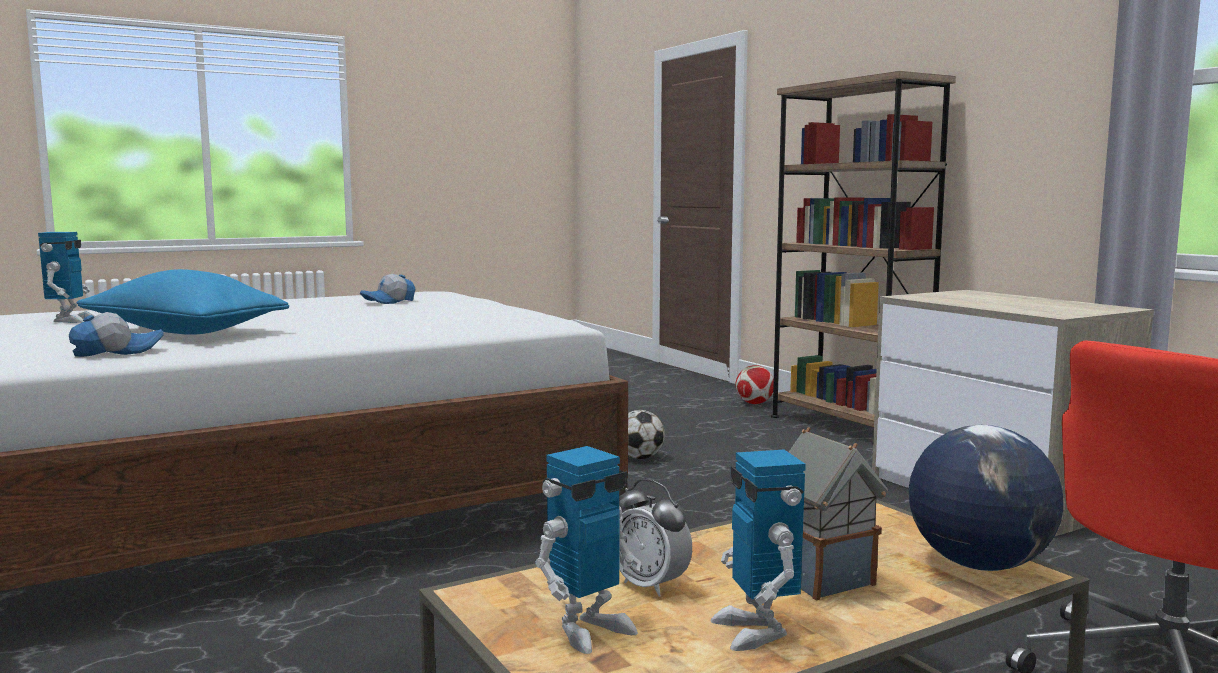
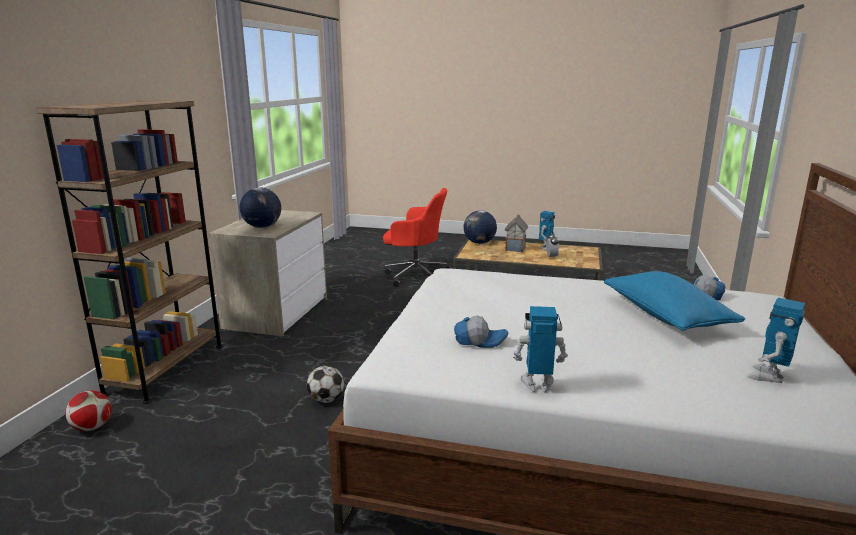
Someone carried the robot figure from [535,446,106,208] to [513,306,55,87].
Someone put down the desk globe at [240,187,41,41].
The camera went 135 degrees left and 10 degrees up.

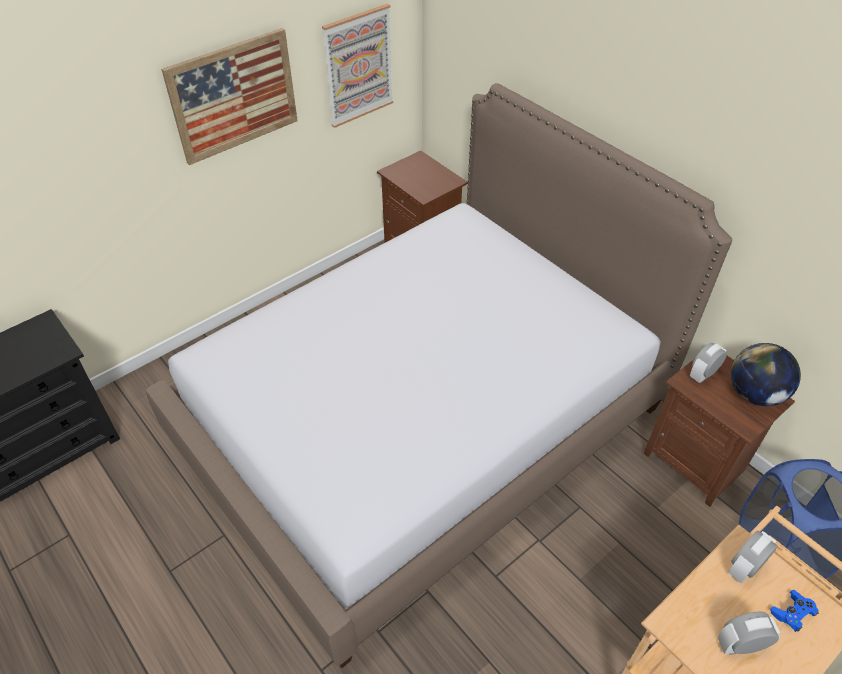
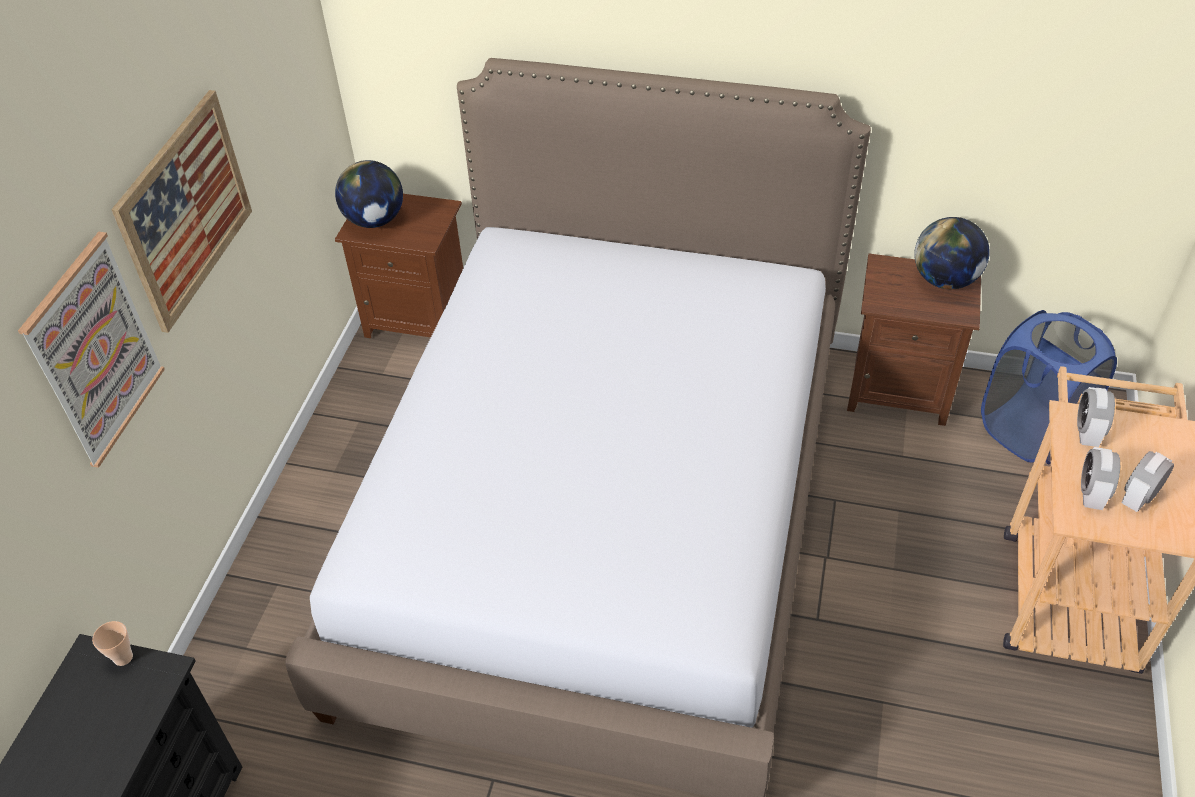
Someone carried the picture from [322,4,71,124] to [18,232,147,236].
Someone carried the bedside clock from [690,343,37,40] to [1081,447,39,63].
Someone took away the joypad (blue-coloured) at [770,590,49,42].
Someone put down the cup at [92,621,41,45].
Someone put down the desk globe at [335,160,68,68].
The camera went 35 degrees left and 0 degrees up.

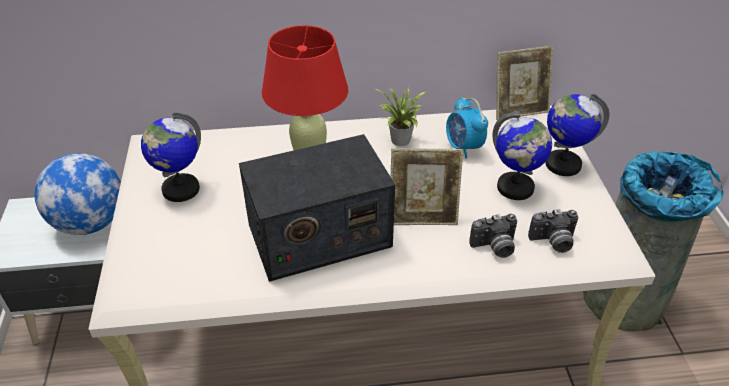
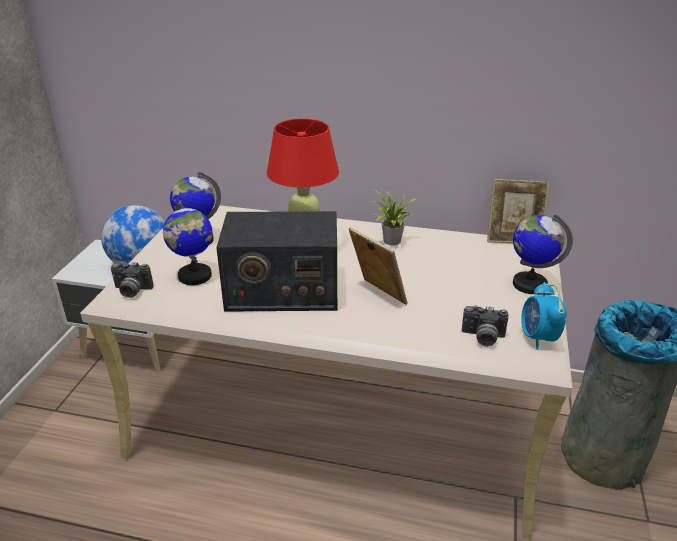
Someone rotated the standing frame at [391,148,72,77] by 150 degrees counterclockwise.
Someone carried the bedside clock from [446,97,42,62] to [521,282,46,68].
Someone carried the still camera from [469,214,48,44] to [111,262,43,36].
Someone carried the desk globe from [493,111,59,89] to [163,200,49,85].
The camera went 20 degrees right and 10 degrees down.

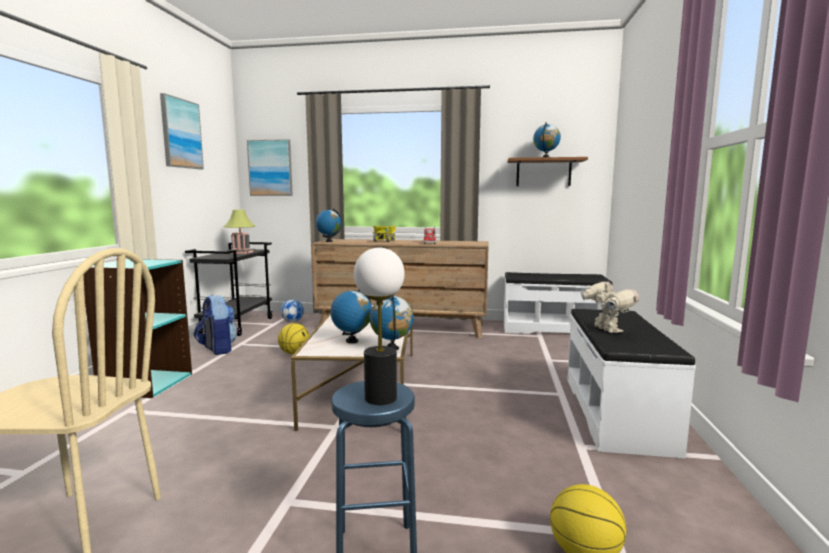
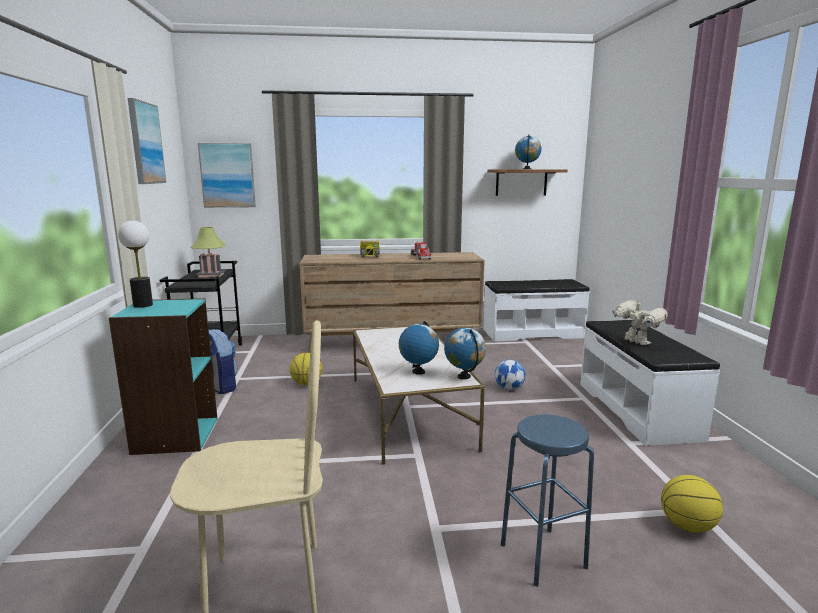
Someone carried the football from [281,300,23,22] to [495,359,31,31].
Someone took away the desk globe at [315,209,27,33].
Someone carried the tabletop lamp from [354,248,51,157] to [118,220,35,88].
The camera went 15 degrees left and 5 degrees up.

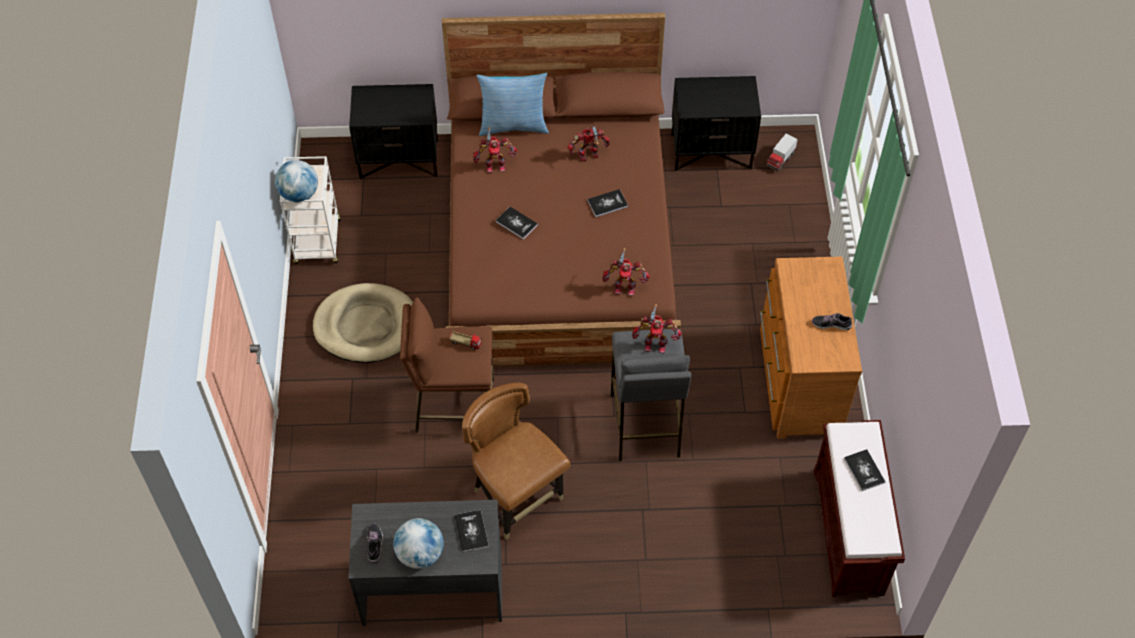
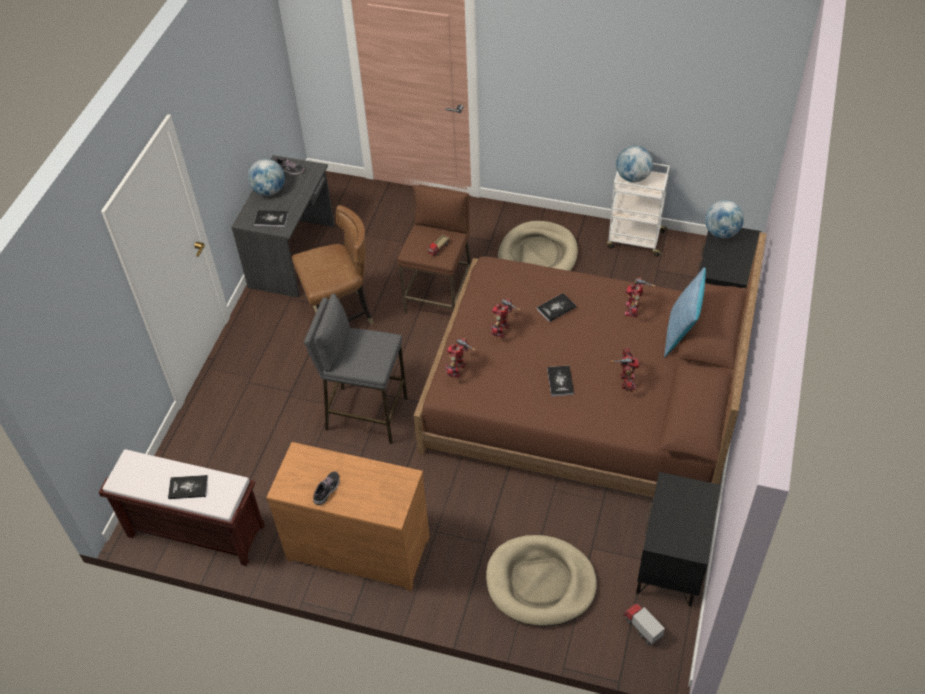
Someone carried the robot figure from [632,304,50,49] to [490,298,30,40].
Someone put down the dog cushion (sand-coloured) at [486,535,111,91].
Someone put down the desk globe at [705,200,39,38].
The camera went 110 degrees right and 5 degrees down.

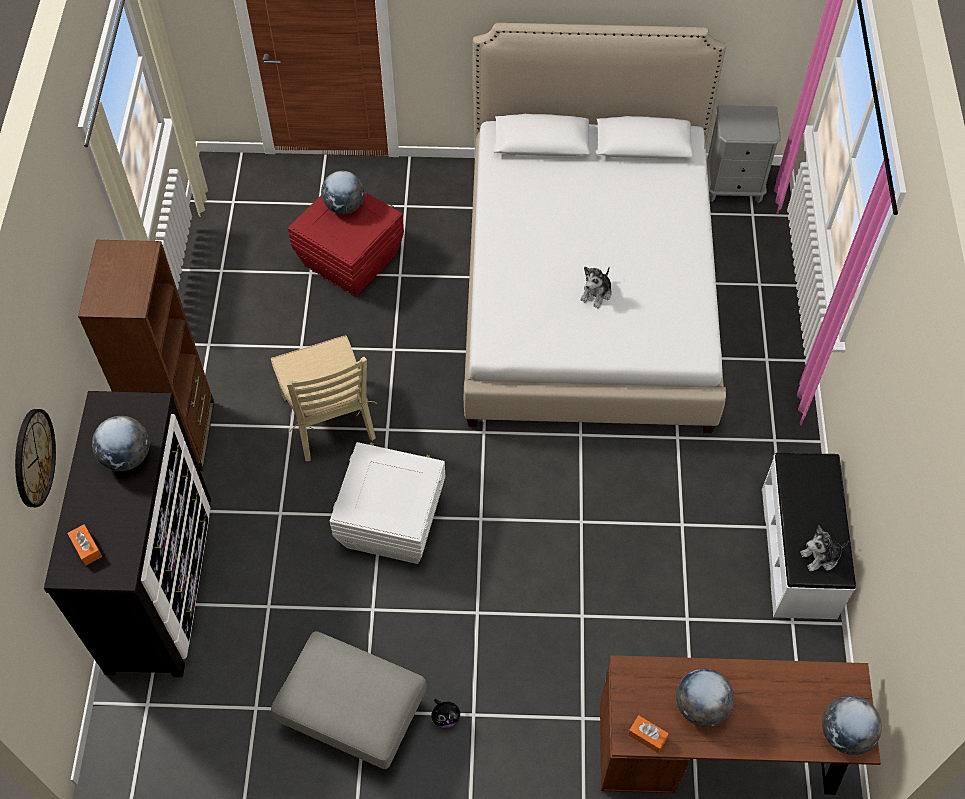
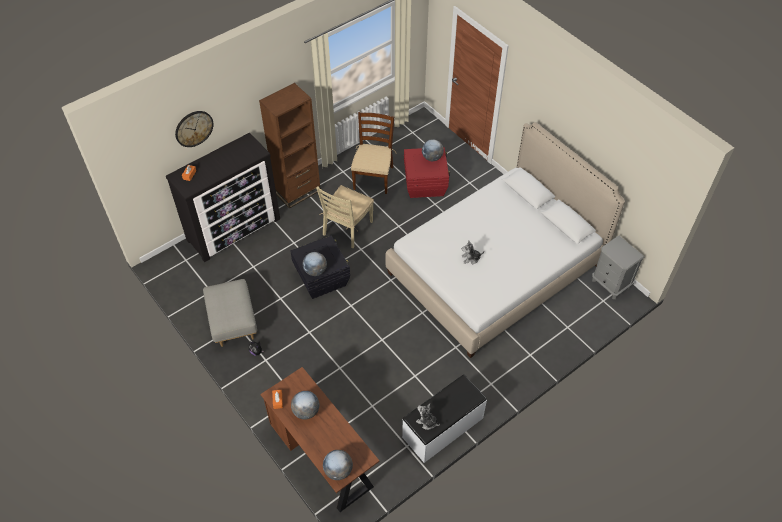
Someone carried the desk globe from [92,416,58,55] to [303,252,24,24].
Someone repainted the storage container (whitish) at [330,442,115,122], which became the storage container (blackish) at [290,235,60,64].
Someone put down the plain chair (brownish) at [351,112,46,82].
The camera went 50 degrees right and 5 degrees down.

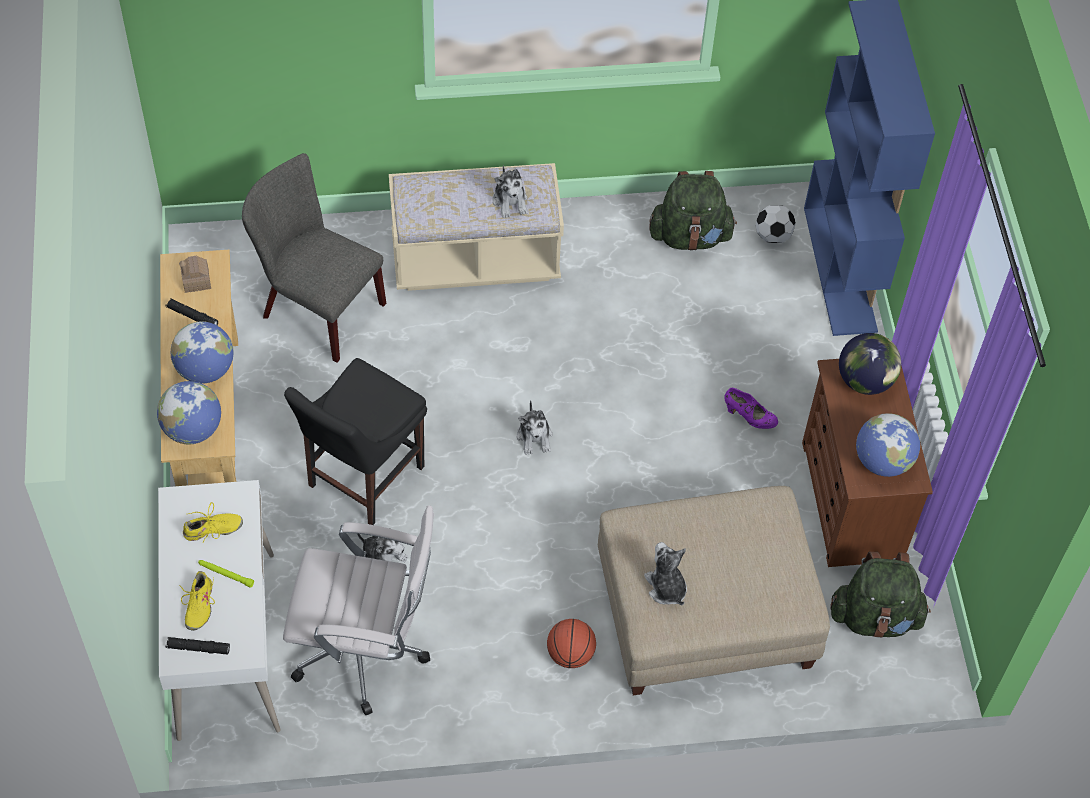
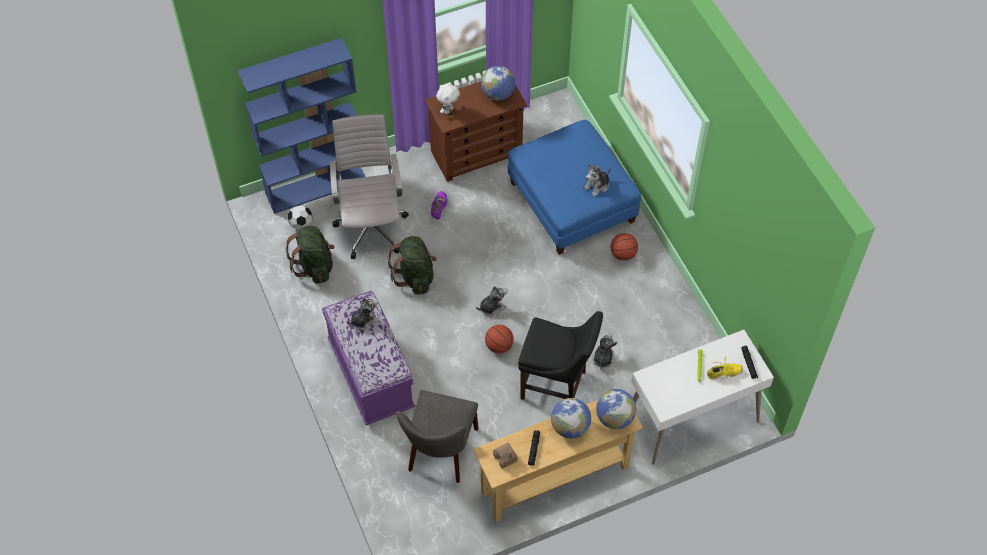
Someone took away the low shoe (yellow-coloured) at [183,502,60,40].
Someone carried the desk chair (whitish) from [283,505,152,211] to [330,114,79,145].
Someone repainted the indoor bench (sand-coloured) at [389,163,175,128], which became the indoor bench (purplish) at [322,290,93,135].
Someone repainted the footrest (sand-coloured) at [598,486,232,209], which became the footrest (blue-coloured) at [508,120,133,135].
Someone carried the knapsack (greenish) from [830,552,101,86] to [387,236,50,58].
Someone swapped the desk globe at [839,333,62,62] for the plush toy (whitish) at [436,84,24,30].
Someone put down the basketball ball at [485,325,29,29].
The camera went 105 degrees left and 0 degrees up.

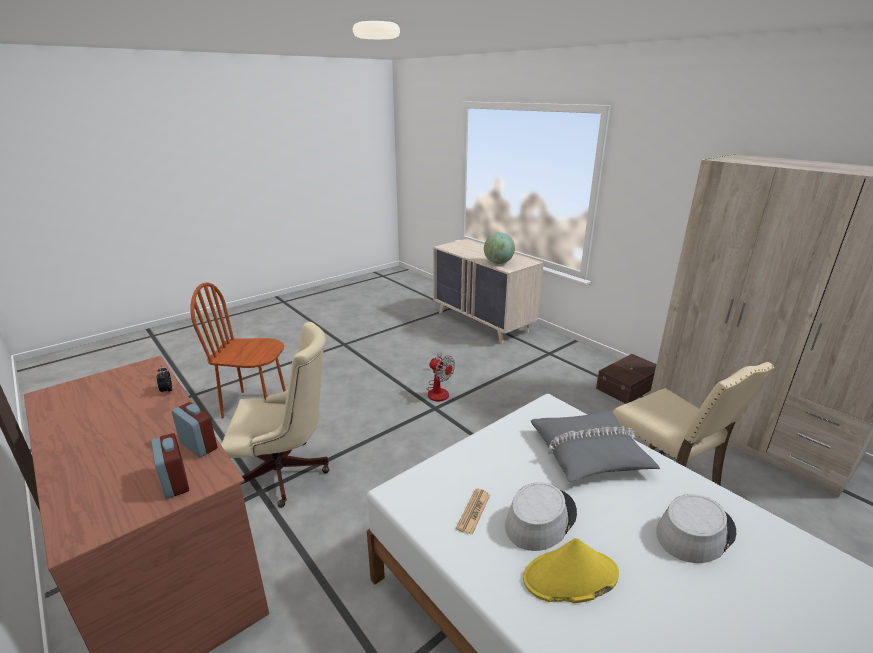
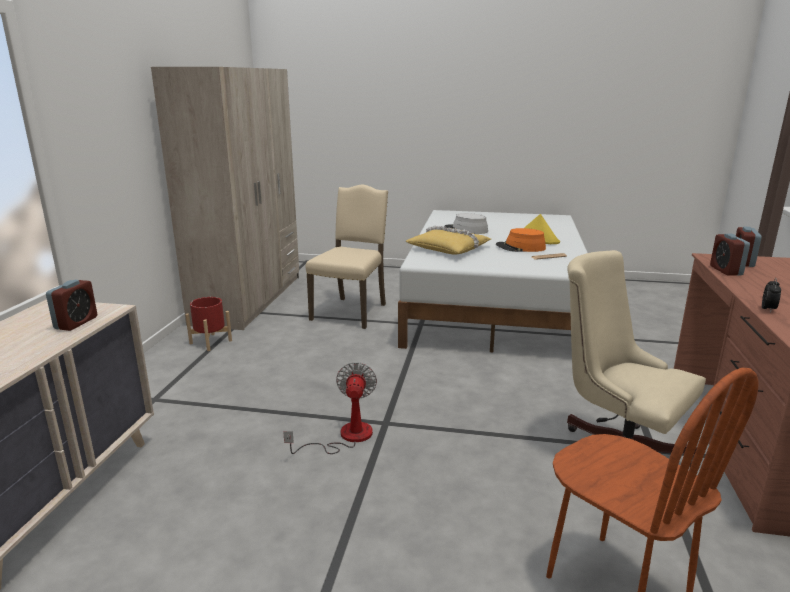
Someone swapped the desk globe at [484,233,31,31] for the bedside clock at [46,280,51,51].
Someone repainted the wearable hat (gray) at [505,482,72,69], which became the wearable hat (orangey) at [496,228,50,24].
Someone repainted the cushion (gray) at [531,411,129,71], which became the cushion (yellow-coloured) at [405,225,86,30].
Someone swapped the storage container (brownish) at [596,354,60,50] for the plant pot (red-coloured) at [185,297,47,54].
The camera went 130 degrees left and 5 degrees down.

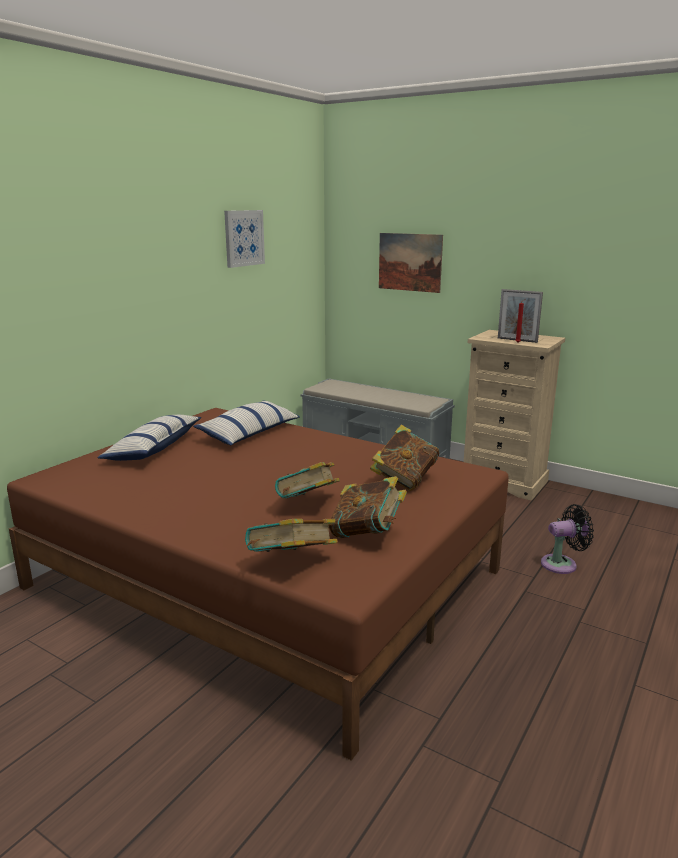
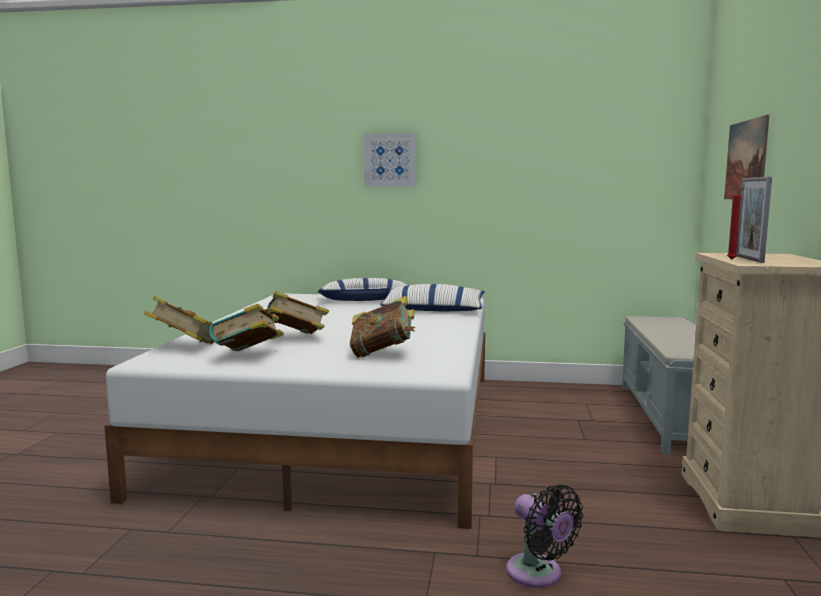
Someone repainted the bed (brownish) at [7,408,502,353], which became the bed (whitish) at [104,293,381,236].
Someone carried the picture from [224,210,41,58] to [364,133,52,54].
The camera went 65 degrees right and 10 degrees down.

